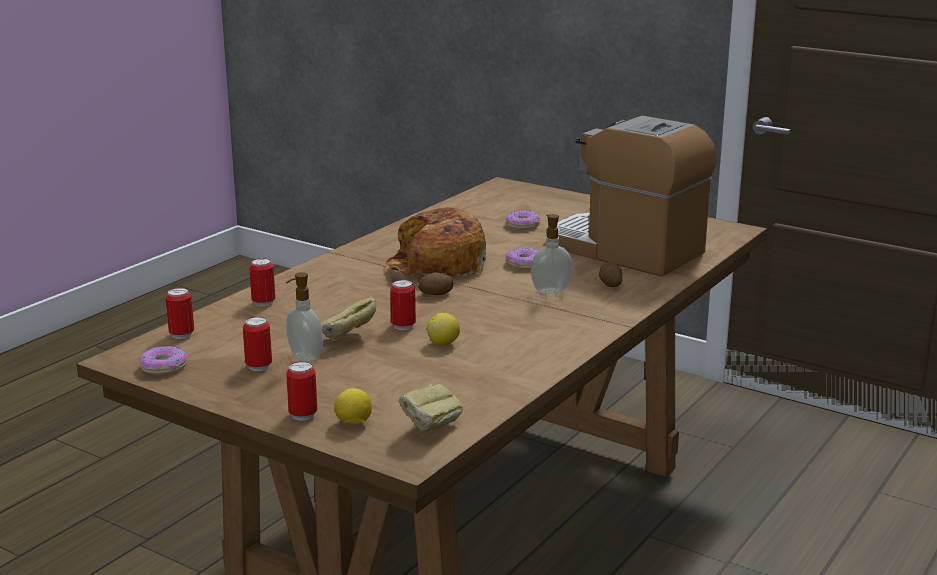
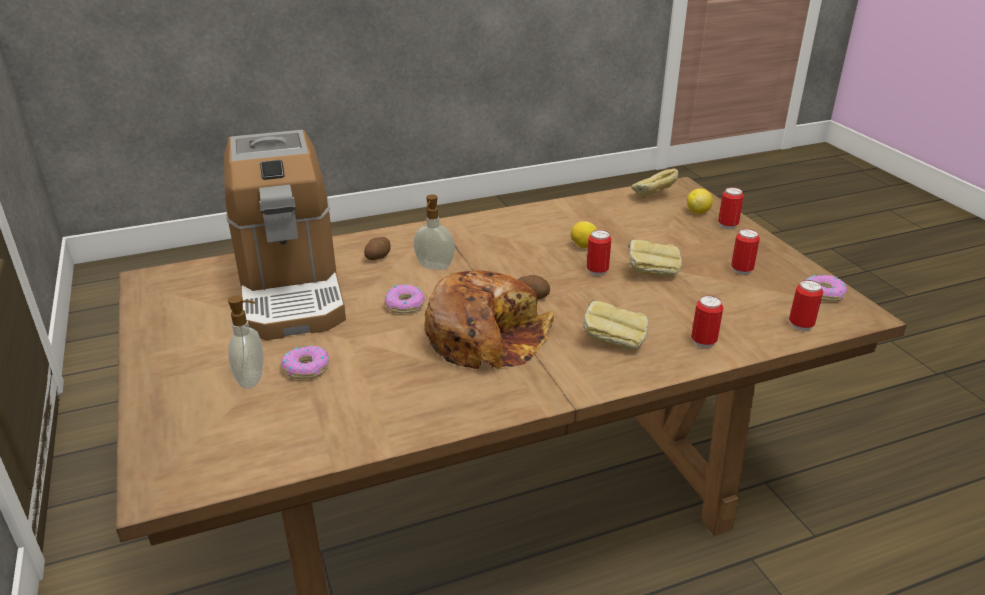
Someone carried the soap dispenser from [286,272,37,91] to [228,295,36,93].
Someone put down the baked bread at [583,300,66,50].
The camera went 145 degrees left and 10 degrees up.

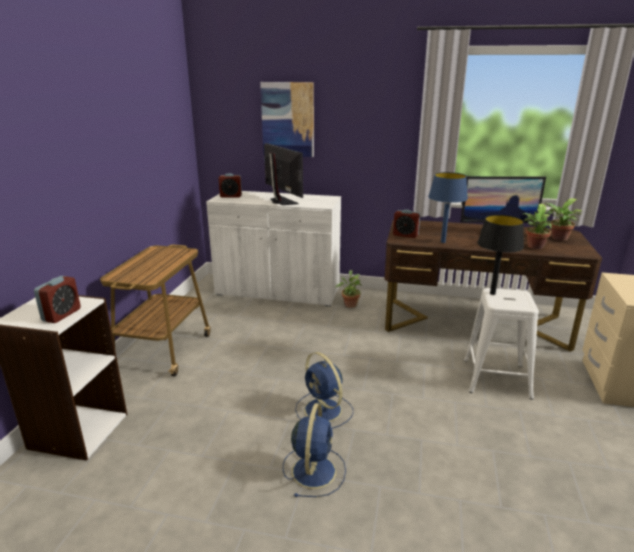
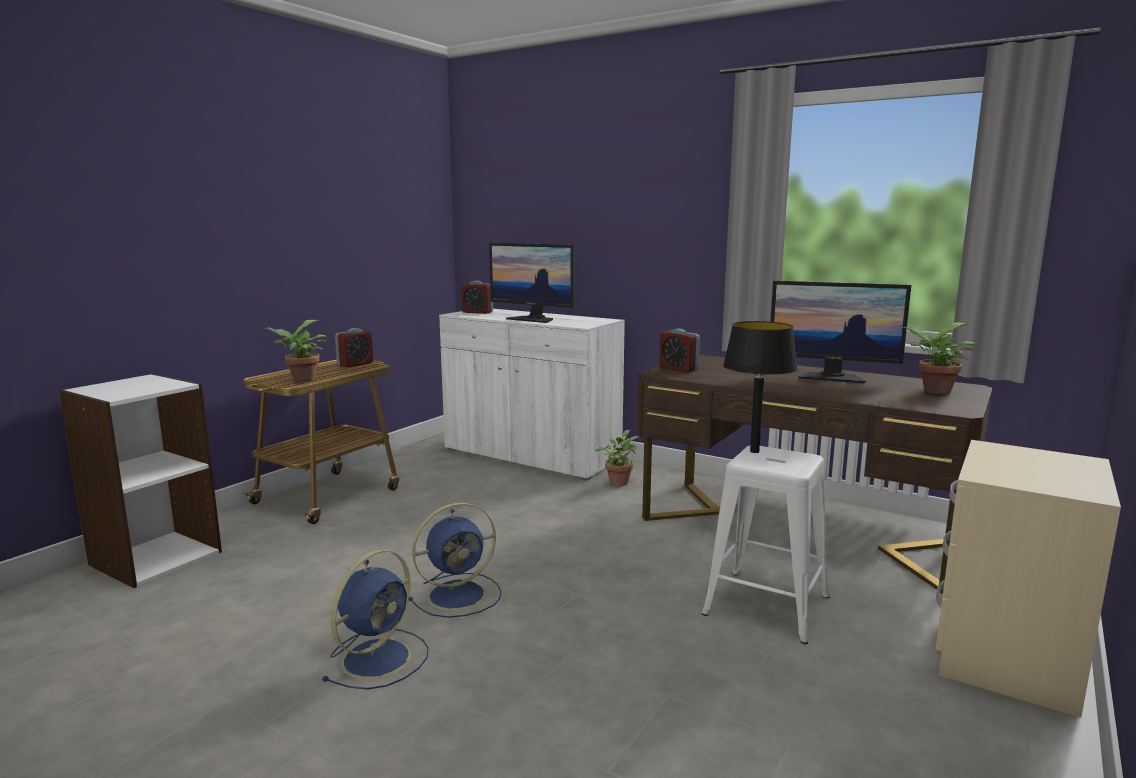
Someone carried the bedside clock from [34,276,47,47] to [335,328,38,40].
Someone took away the picture at [260,82,54,75].
Someone rotated the monitor at [264,143,39,62] by 135 degrees clockwise.
Someone rotated the electric fan (blue-coloured) at [295,352,58,77] by 105 degrees counterclockwise.
Someone took away the tabletop lamp (blue-coloured) at [428,172,40,71].
Someone carried the potted plant from [522,204,39,45] to [264,320,64,62].
The camera went 20 degrees right and 10 degrees down.

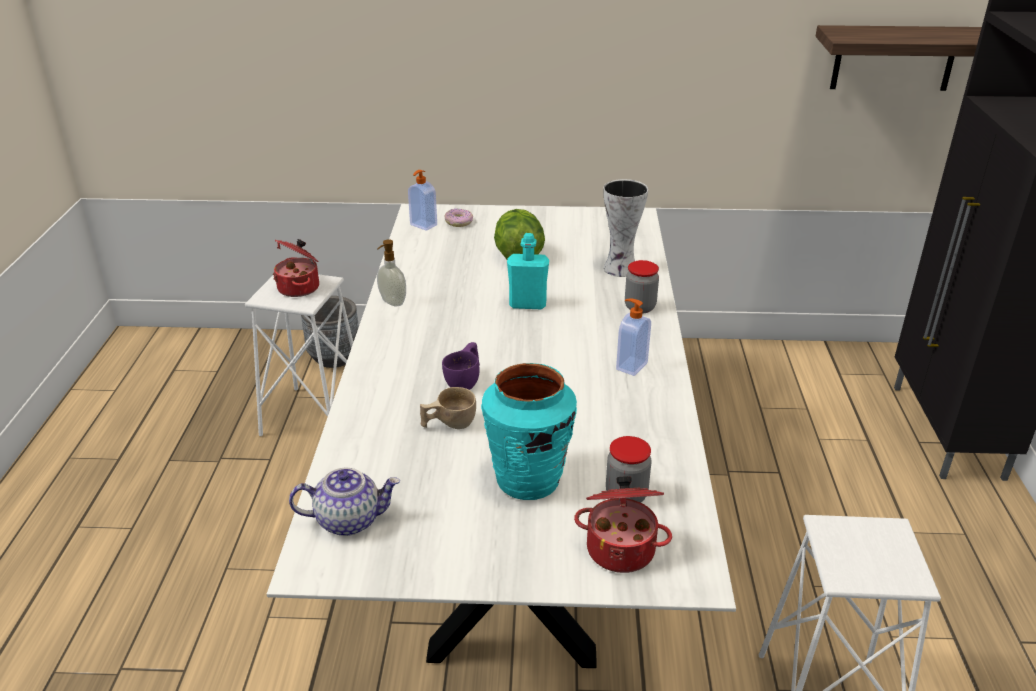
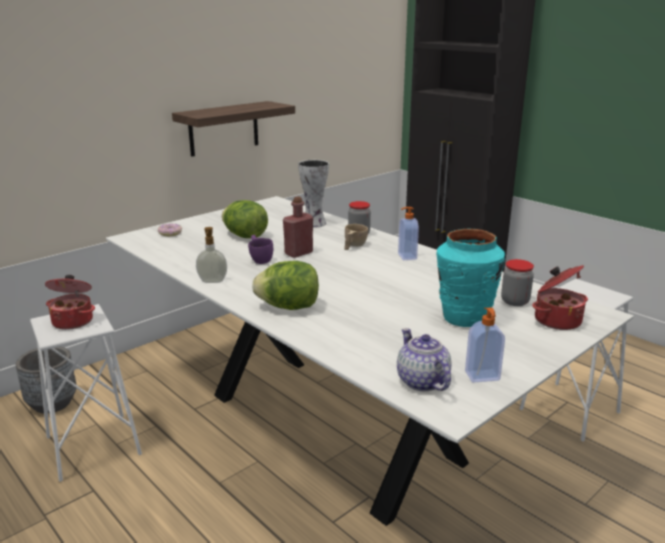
Someone rotated the tea pot at [289,468,111,68] by 60 degrees counterclockwise.
Someone carried the soap dispenser from [408,170,29,61] to [465,307,40,76].
Someone carried the cup (sand-coloured) from [420,387,56,42] to [344,224,24,26].
Someone carried the cup (purplish) from [442,342,38,48] to [248,235,25,29].
Someone repainted the beverage bottle (turquoise) at [507,233,42,76], which became the beverage bottle (red-coloured) at [283,196,30,62].
Someone carried the wall shelf from [816,25,166,66] to [172,101,123,56].
Someone put down the head of lettuce at [252,261,67,49].
The camera went 45 degrees left and 10 degrees down.

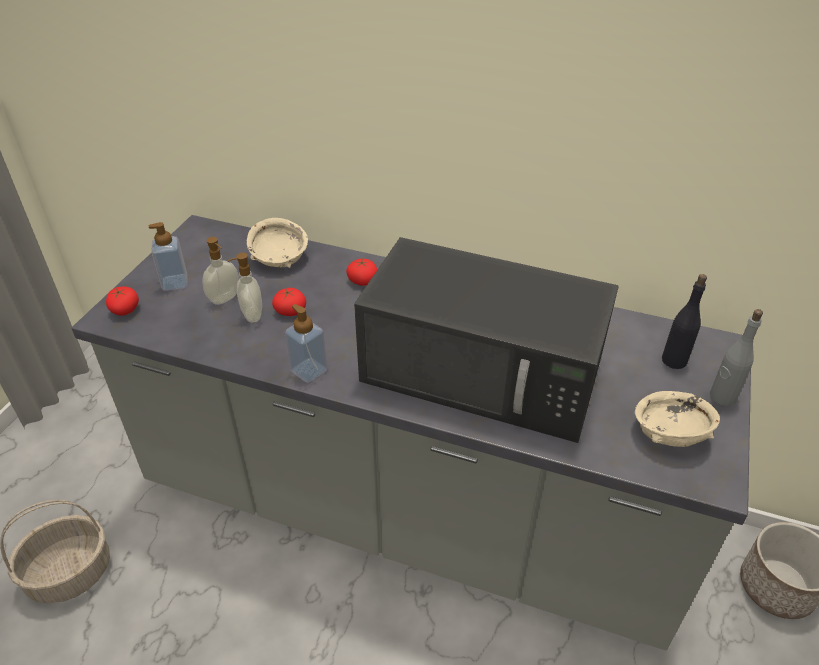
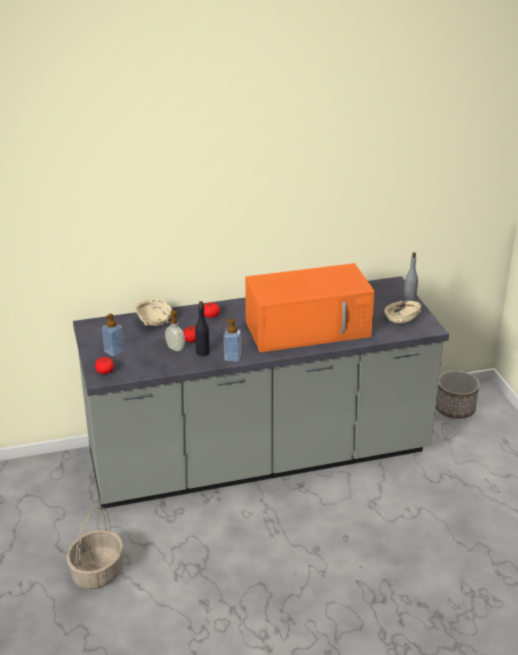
Someone took away the soap dispenser at [202,237,37,68].
Someone repainted the microwave (blackish) at [354,237,265,206], which became the microwave (orangey) at [245,263,130,89].
Someone carried the beverage bottle (blackish) from [662,274,45,95] to [195,301,15,55].
The camera went 35 degrees left and 10 degrees down.

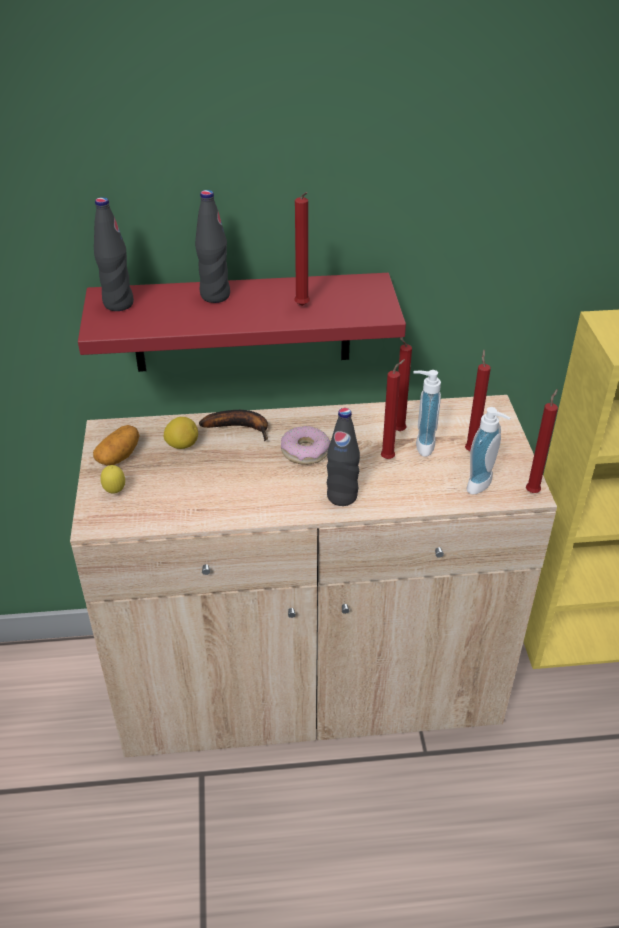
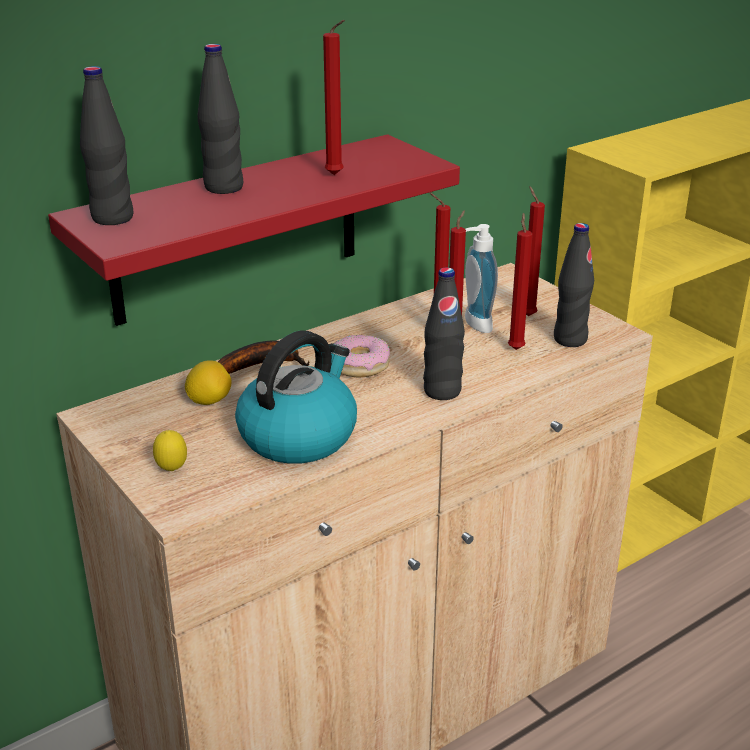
Someone took away the whole potato at [93,425,47,40].
Someone swapped the soap dispenser at [466,407,45,87] for the beverage bottle (blackish) at [554,223,40,124].
Someone carried the candle (red-coloured) from [526,389,32,104] to [508,213,25,137].
Someone put down the tea kettle at [235,330,122,134].
The camera went 30 degrees left and 10 degrees down.

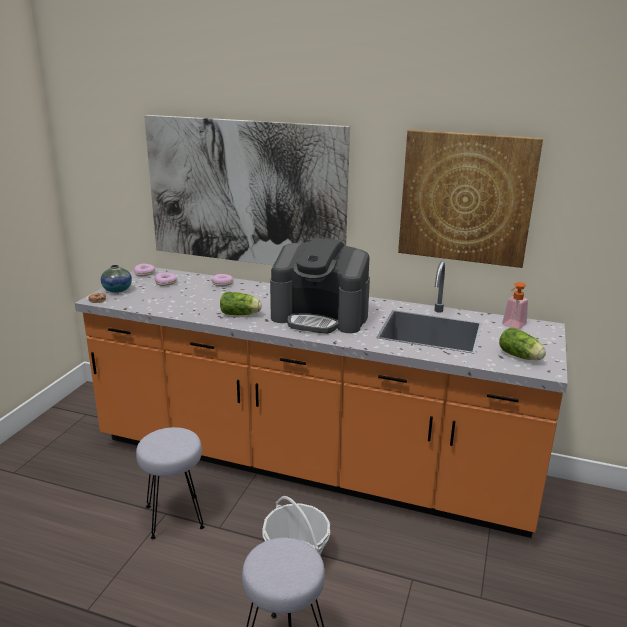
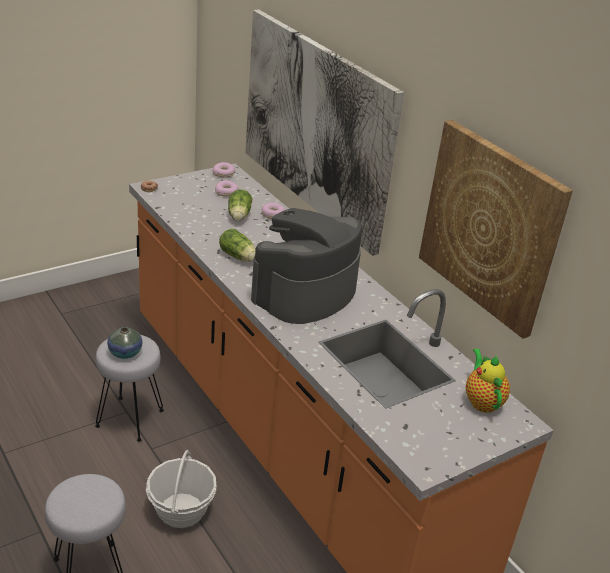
Someone carried the decorative vase from [101,265,31,28] to [107,327,36,32].
Someone rotated the coffee machine at [270,238,100,96] by 75 degrees clockwise.
Someone carried the head of lettuce from [499,327,47,33] to [228,189,24,32].
Someone swapped the soap dispenser at [502,282,26,47] for the tea pot at [466,349,44,64].
The camera went 35 degrees right and 10 degrees up.

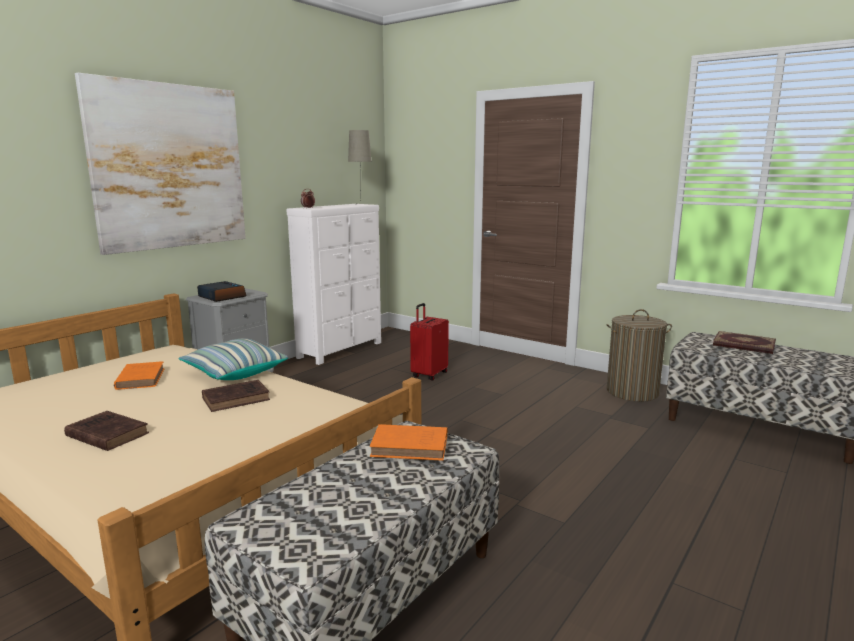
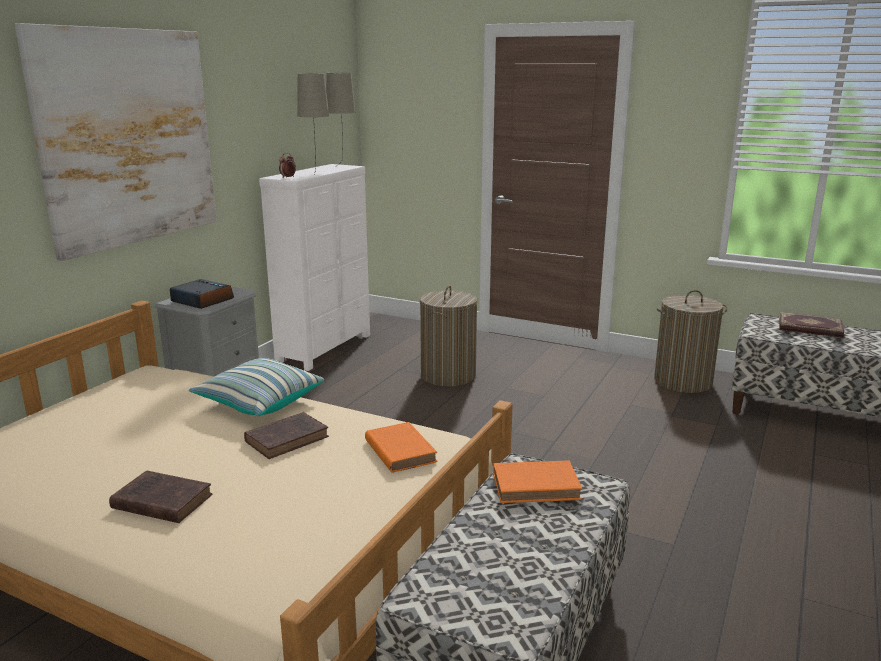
Someone carried the book (orangey) from [114,361,50,29] to [365,422,72,51].
Someone swapped the travel case (red-coloured) at [410,303,39,77] for the washing basket at [420,285,58,102].
Someone put down the tabletop lamp (sand-coloured) at [297,74,32,100].
The camera went 10 degrees left and 5 degrees up.

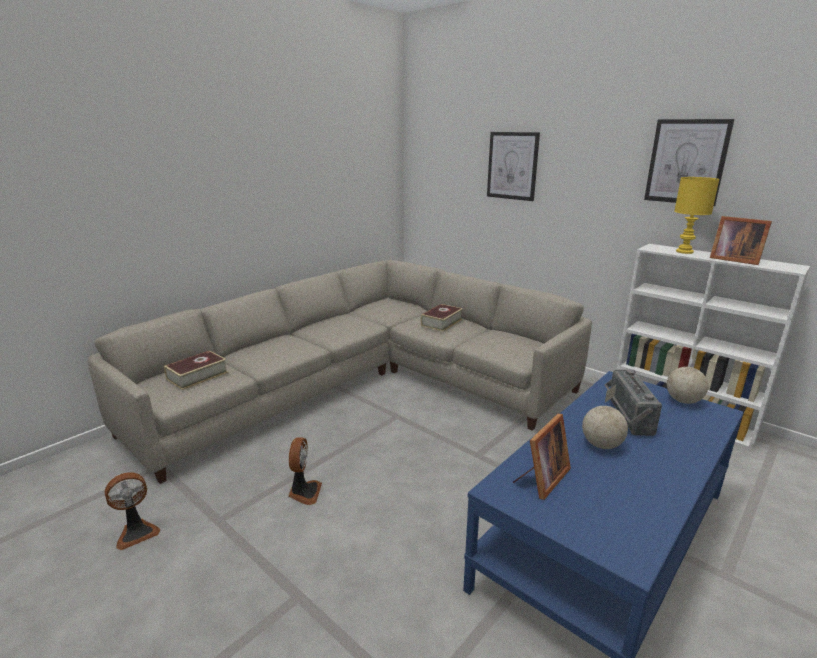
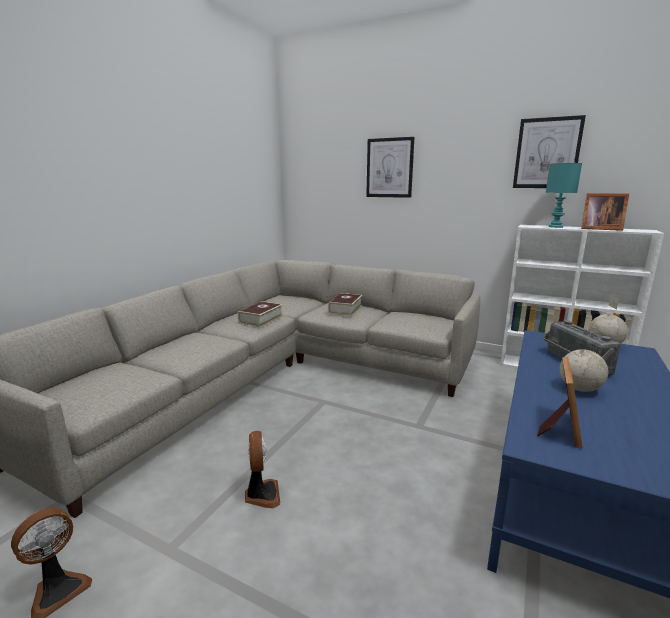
Someone carried the book from [164,350,64,40] to [238,301,45,26].
Someone repainted the tabletop lamp (yellow-coloured) at [674,177,45,77], which became the tabletop lamp (turquoise) at [546,163,36,65].
The camera went 15 degrees left and 5 degrees down.

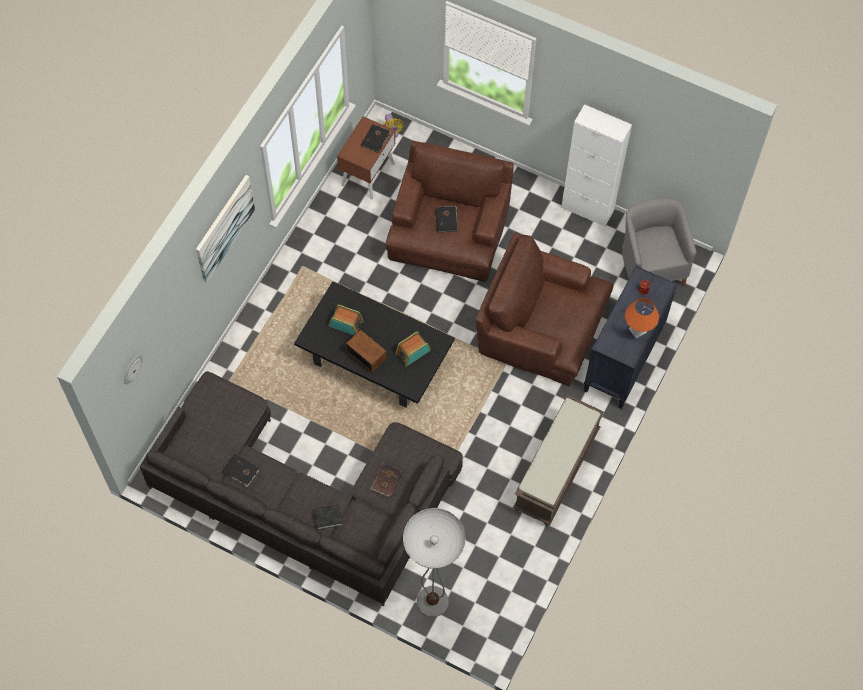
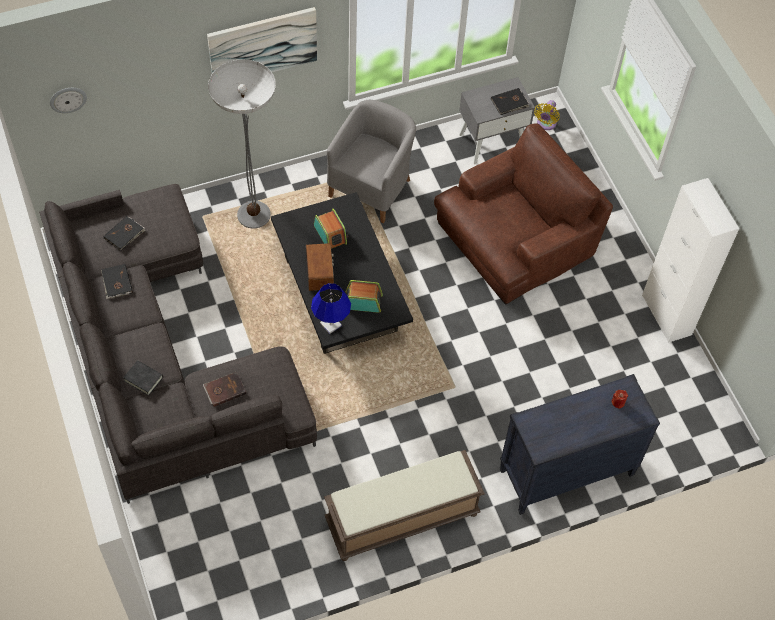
Someone repainted the nightstand (brownish) at [337,116,59,83], which became the nightstand (gray) at [459,77,76,87].
Someone carried the standing lamp from [403,508,63,109] to [208,59,68,170].
Someone carried the book (blackish) from [436,206,22,26] to [103,216,43,35].
Someone took away the lounge chair (brownish) at [476,232,137,154].
Someone carried the lounge chair (gray) from [620,197,76,89] to [327,100,89,123].
Someone took away the tabletop lamp (orangey) at [625,298,34,41].
Someone put down the tabletop lamp (blue-coloured) at [311,283,40,51].
The camera went 40 degrees right and 5 degrees down.

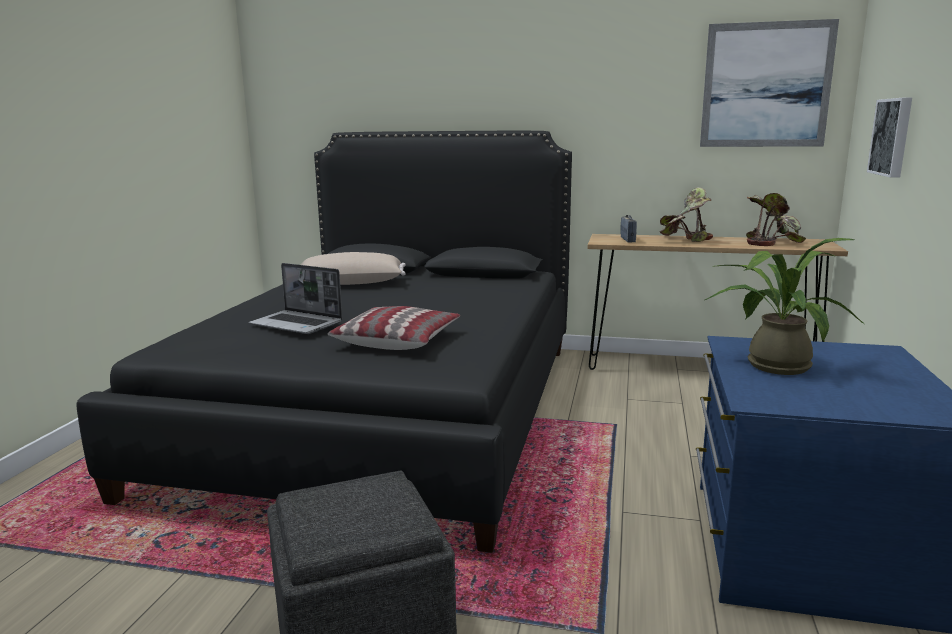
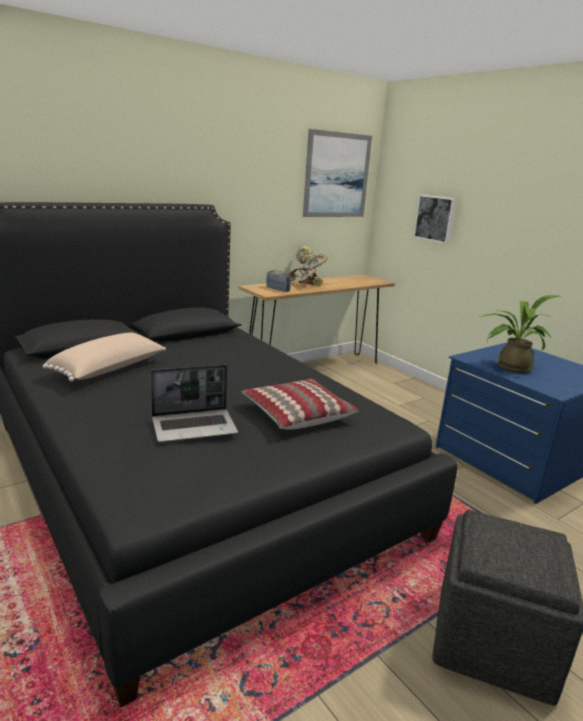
Someone took away the potted plant at [746,193,60,53].
The camera went 50 degrees left and 5 degrees up.

